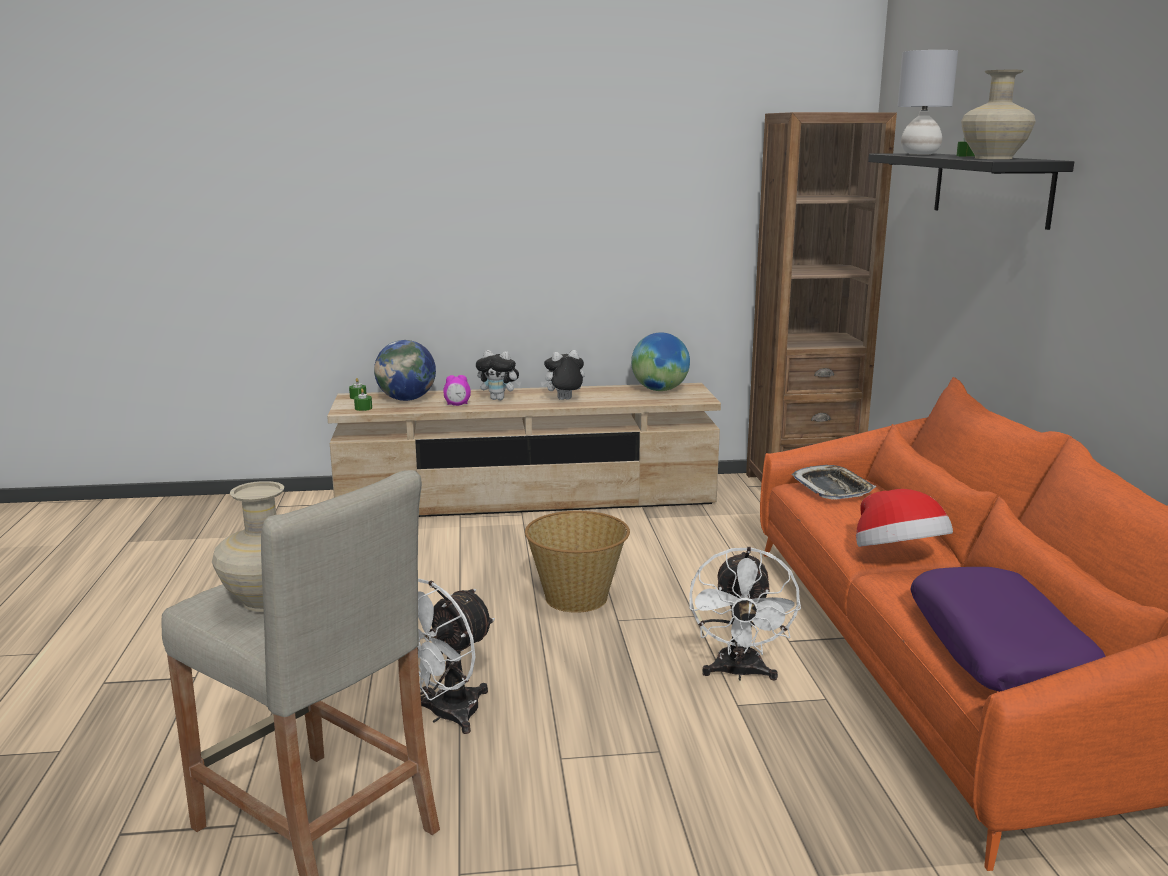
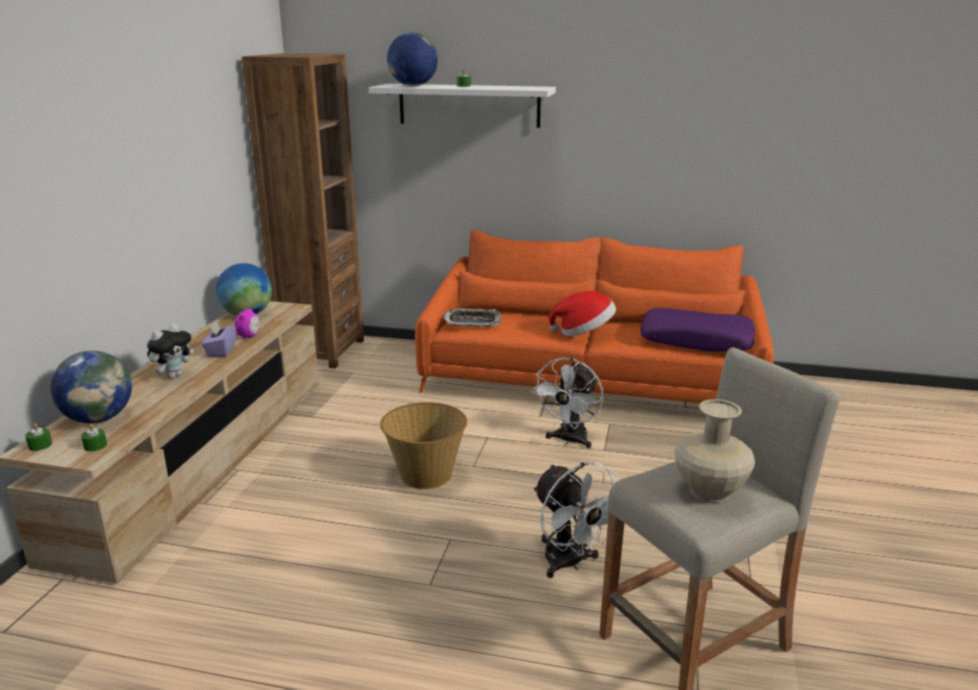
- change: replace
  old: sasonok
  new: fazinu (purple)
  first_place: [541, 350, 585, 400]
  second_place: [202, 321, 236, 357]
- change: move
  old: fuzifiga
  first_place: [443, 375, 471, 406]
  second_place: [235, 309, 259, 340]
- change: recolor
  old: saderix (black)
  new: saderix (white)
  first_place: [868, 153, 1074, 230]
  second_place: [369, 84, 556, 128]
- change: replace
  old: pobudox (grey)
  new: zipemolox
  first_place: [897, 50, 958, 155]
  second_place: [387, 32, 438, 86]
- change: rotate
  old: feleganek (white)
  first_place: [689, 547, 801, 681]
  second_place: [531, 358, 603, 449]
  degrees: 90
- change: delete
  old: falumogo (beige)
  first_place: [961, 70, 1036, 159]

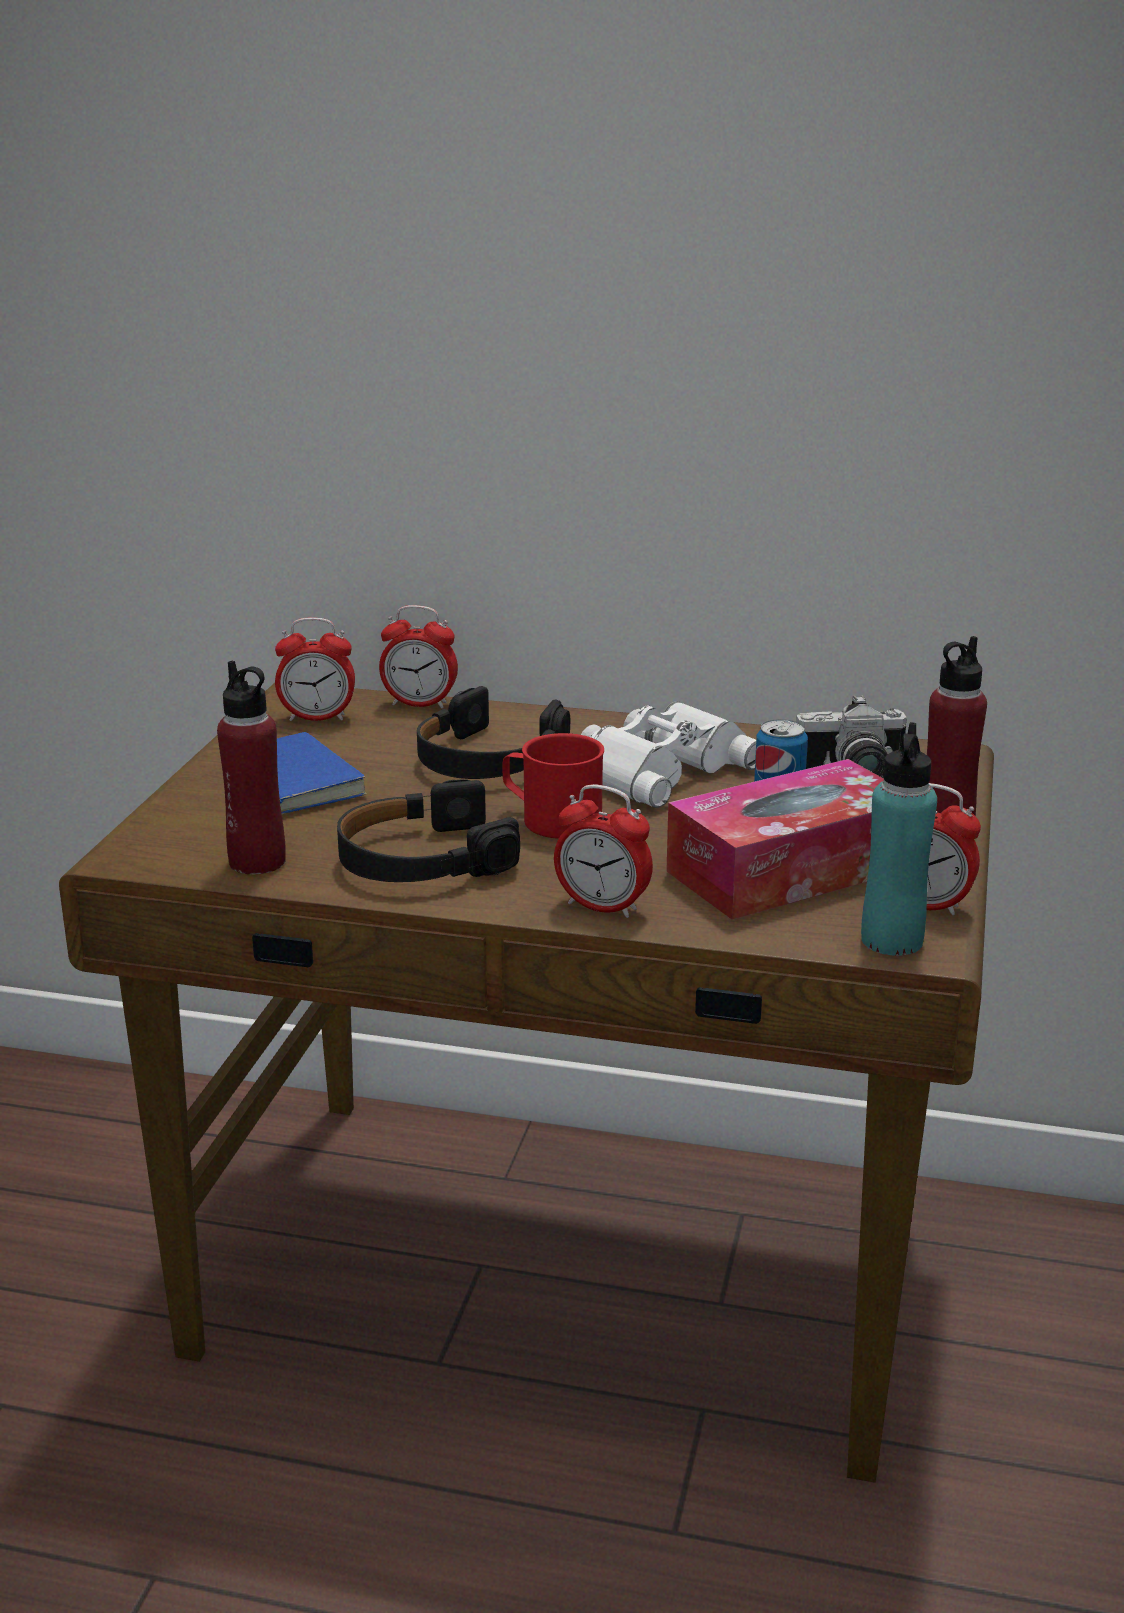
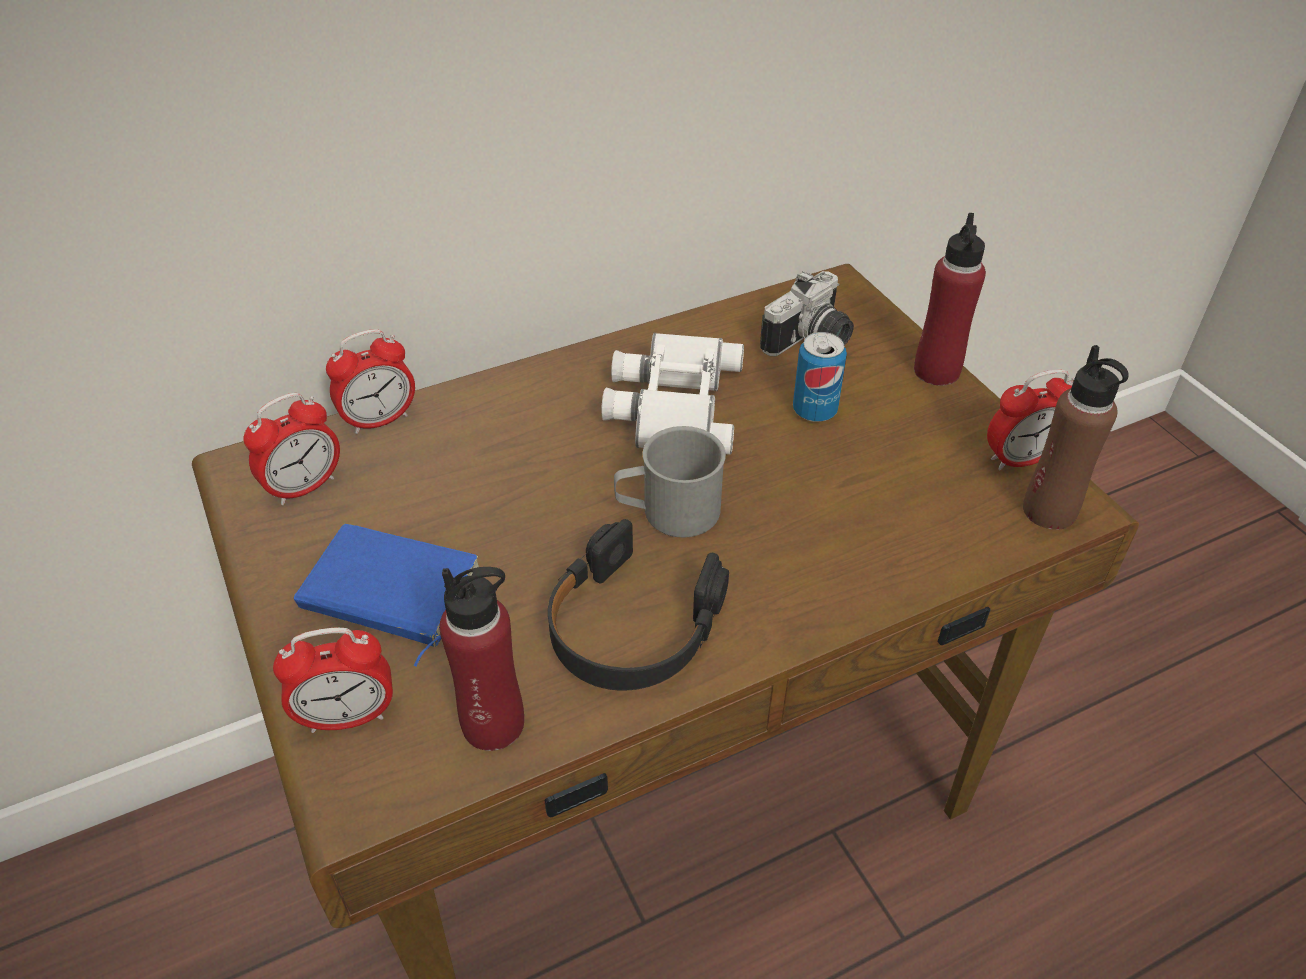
- change: move
  old: fuzifiga
  first_place: [554, 784, 653, 918]
  second_place: [273, 628, 393, 733]
- change: recolor
  old: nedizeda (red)
  new: nedizeda (grey)
  first_place: [503, 733, 604, 839]
  second_place: [614, 426, 726, 538]
- change: recolor
  old: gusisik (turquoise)
  new: gusisik (brown)
  first_place: [861, 722, 937, 956]
  second_place: [1023, 345, 1129, 530]
- change: delete
  old: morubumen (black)
  first_place: [417, 686, 570, 779]
- change: delete
  old: fazinu
  first_place: [666, 759, 884, 920]

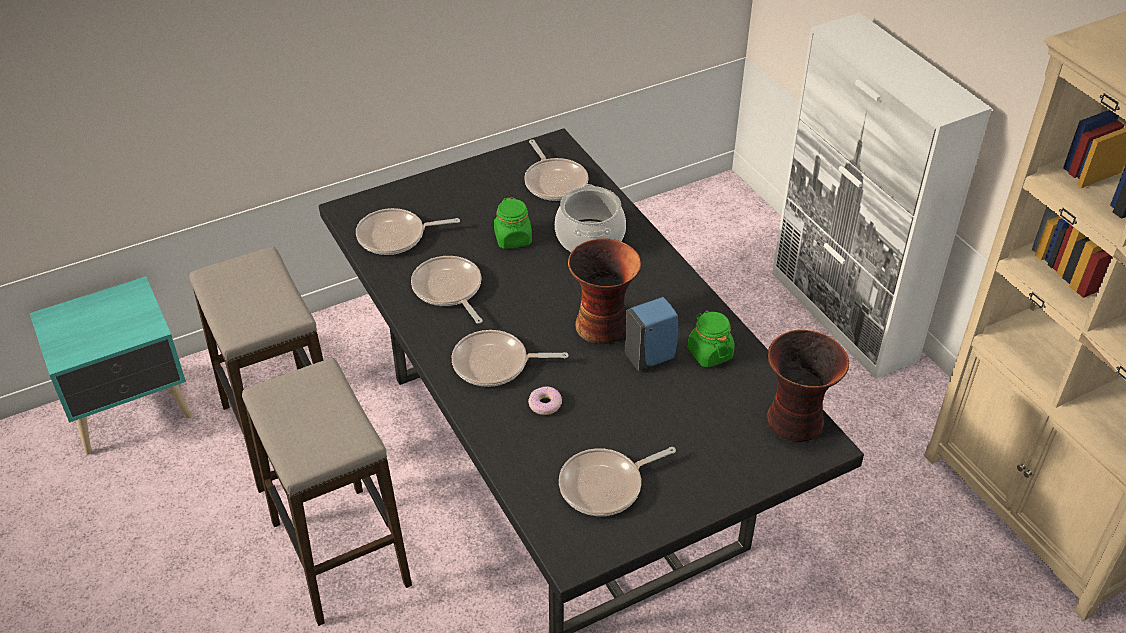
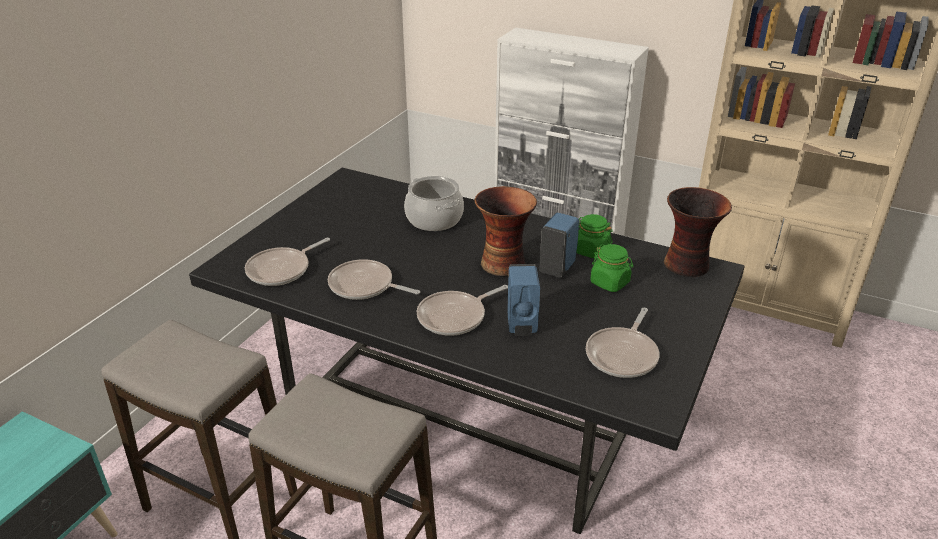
- change: replace
  old: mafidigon
  new: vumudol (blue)
  first_place: [528, 386, 562, 415]
  second_place: [507, 264, 540, 336]
- change: move
  old: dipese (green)
  first_place: [494, 197, 532, 249]
  second_place: [590, 244, 633, 292]
- change: delete
  old: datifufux
  first_place: [524, 139, 589, 201]

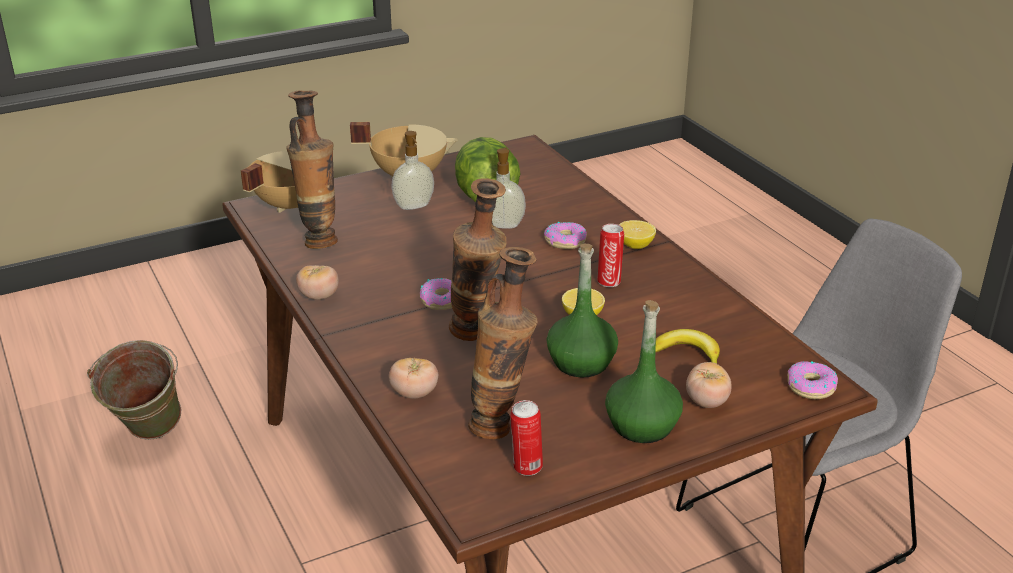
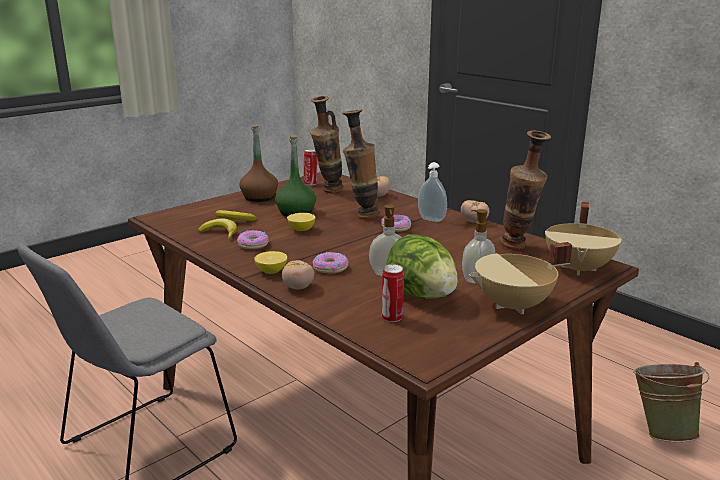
- change: insert
  new: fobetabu
  second_place: [198, 219, 237, 240]
- change: move
  old: mafidigon
  first_place: [788, 361, 838, 399]
  second_place: [237, 230, 269, 249]
- change: recolor
  old: gusisik (green)
  new: gusisik (brown)
  first_place: [605, 300, 683, 443]
  second_place: [239, 124, 278, 202]
- change: move
  old: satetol
  first_place: [686, 362, 732, 408]
  second_place: [282, 260, 314, 290]
- change: move
  old: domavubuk
  first_place: [597, 224, 624, 287]
  second_place: [382, 264, 404, 322]
- change: insert
  new: vumudol
  second_place: [418, 162, 447, 222]

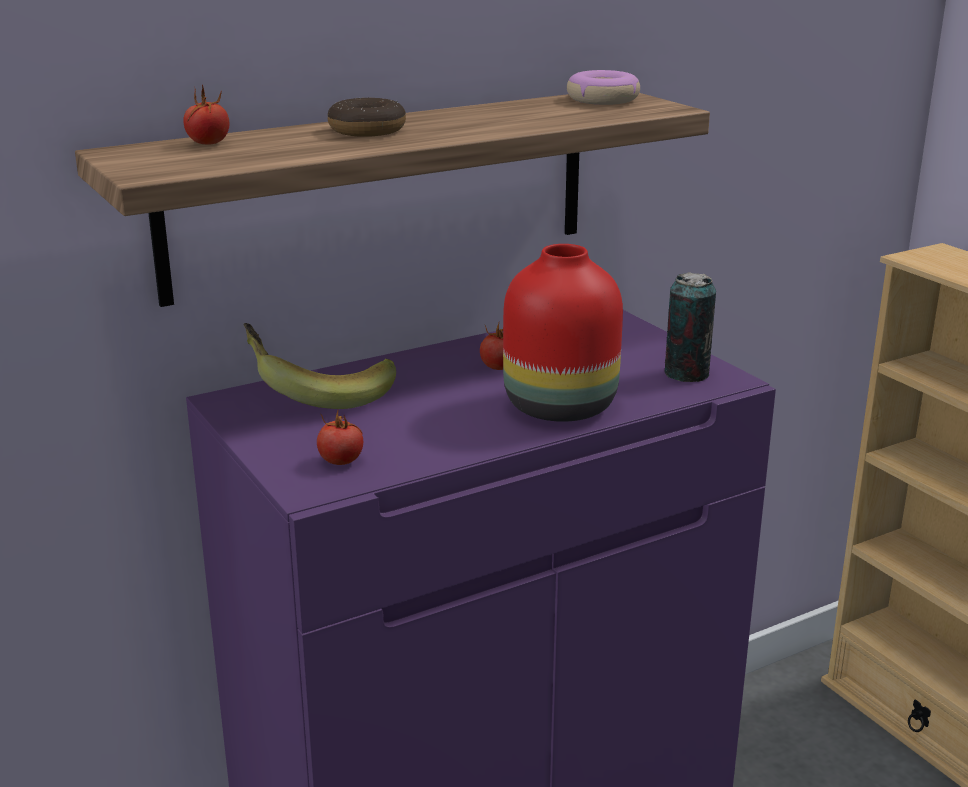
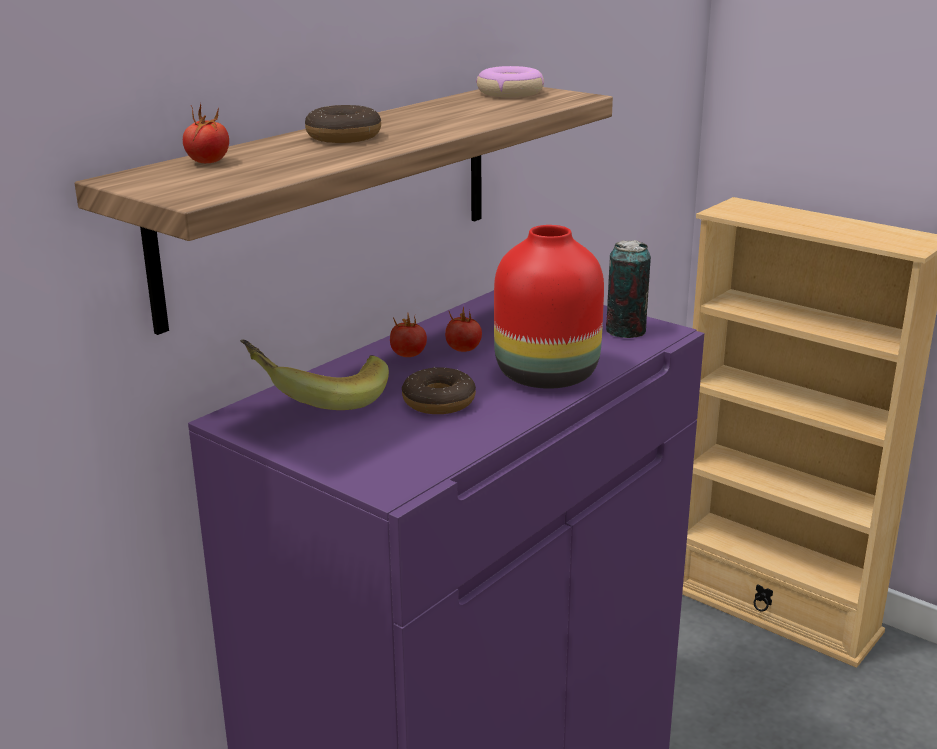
- change: move
  old: satetol
  first_place: [317, 410, 363, 465]
  second_place: [390, 314, 427, 357]
- change: insert
  new: mafidigon
  second_place: [402, 367, 476, 414]

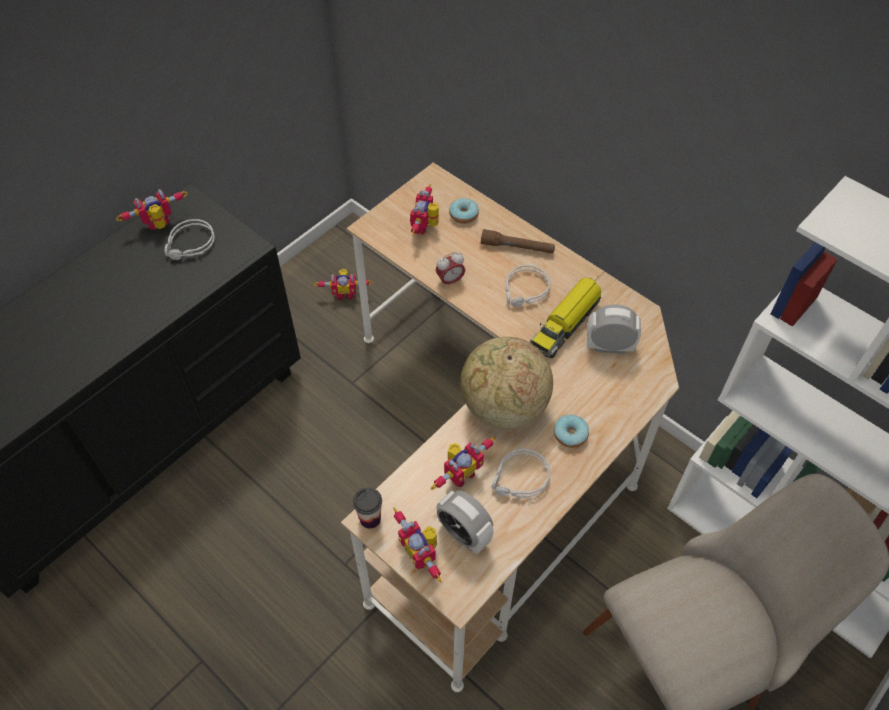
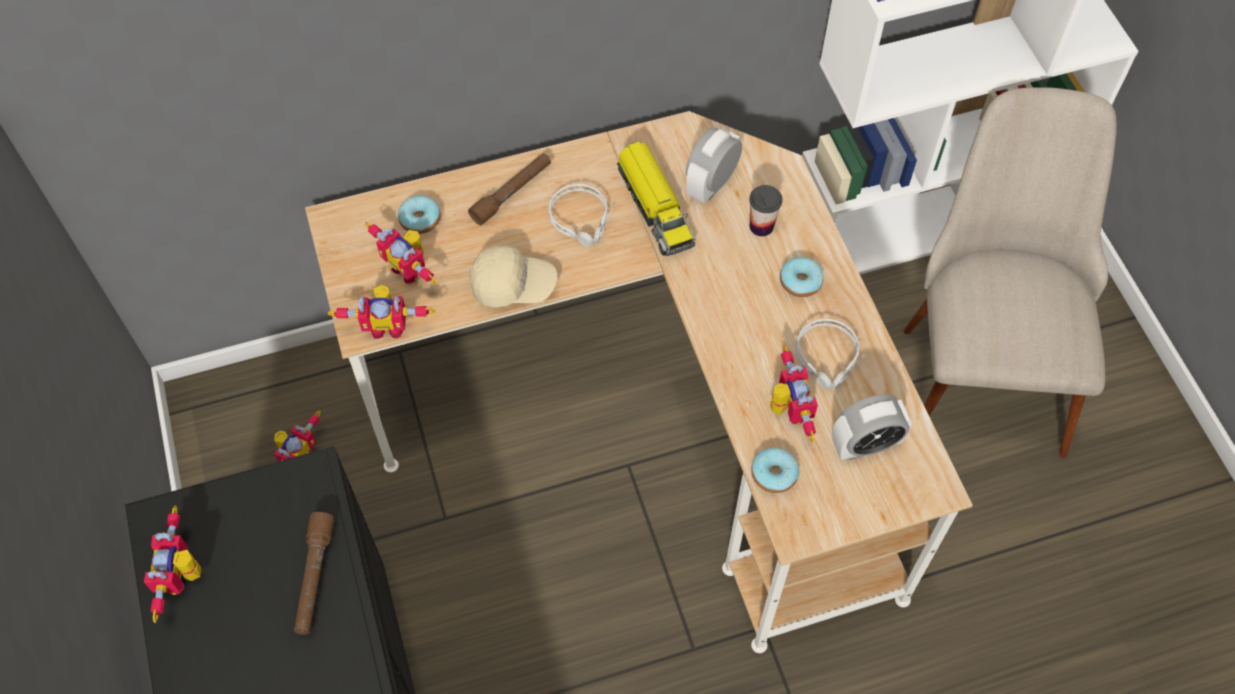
- change: insert
  new: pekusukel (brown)
  second_place: [294, 512, 335, 635]
- change: move
  old: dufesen
  first_place: [393, 507, 441, 583]
  second_place: [328, 285, 436, 339]
- change: replace
  old: fuzifiga
  new: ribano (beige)
  first_place: [436, 252, 465, 288]
  second_place: [469, 246, 557, 308]
- change: move
  old: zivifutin
  first_place: [353, 487, 382, 529]
  second_place: [749, 185, 783, 236]
- change: insert
  new: mafidigon
  second_place: [751, 447, 799, 493]
- change: delete
  old: morubumen (grey)
  first_place: [165, 219, 215, 260]
- change: delete
  old: zipemolox
  first_place: [460, 337, 553, 429]

